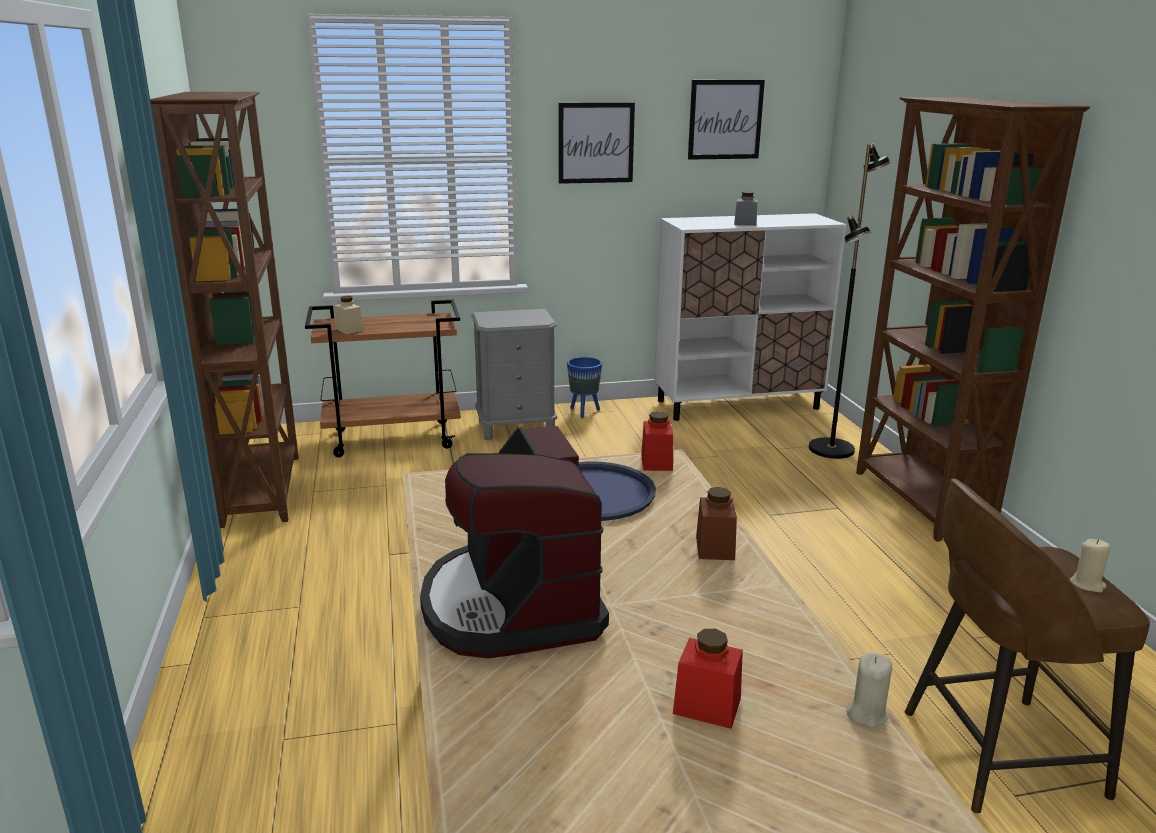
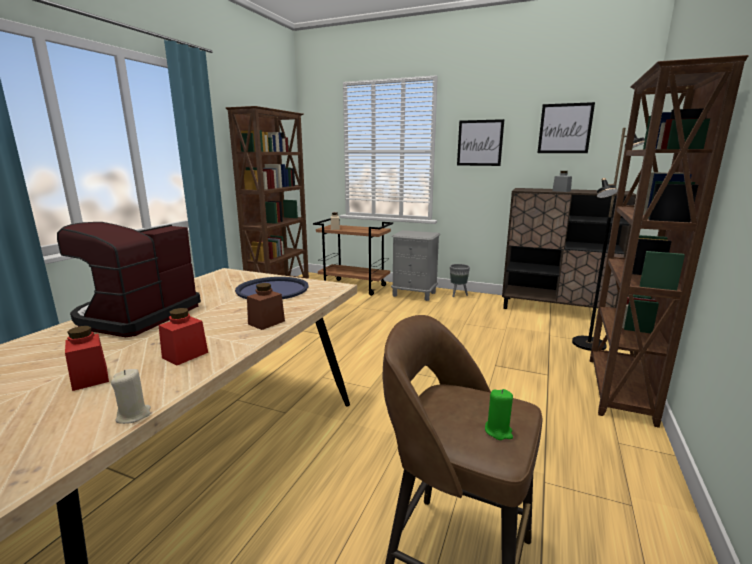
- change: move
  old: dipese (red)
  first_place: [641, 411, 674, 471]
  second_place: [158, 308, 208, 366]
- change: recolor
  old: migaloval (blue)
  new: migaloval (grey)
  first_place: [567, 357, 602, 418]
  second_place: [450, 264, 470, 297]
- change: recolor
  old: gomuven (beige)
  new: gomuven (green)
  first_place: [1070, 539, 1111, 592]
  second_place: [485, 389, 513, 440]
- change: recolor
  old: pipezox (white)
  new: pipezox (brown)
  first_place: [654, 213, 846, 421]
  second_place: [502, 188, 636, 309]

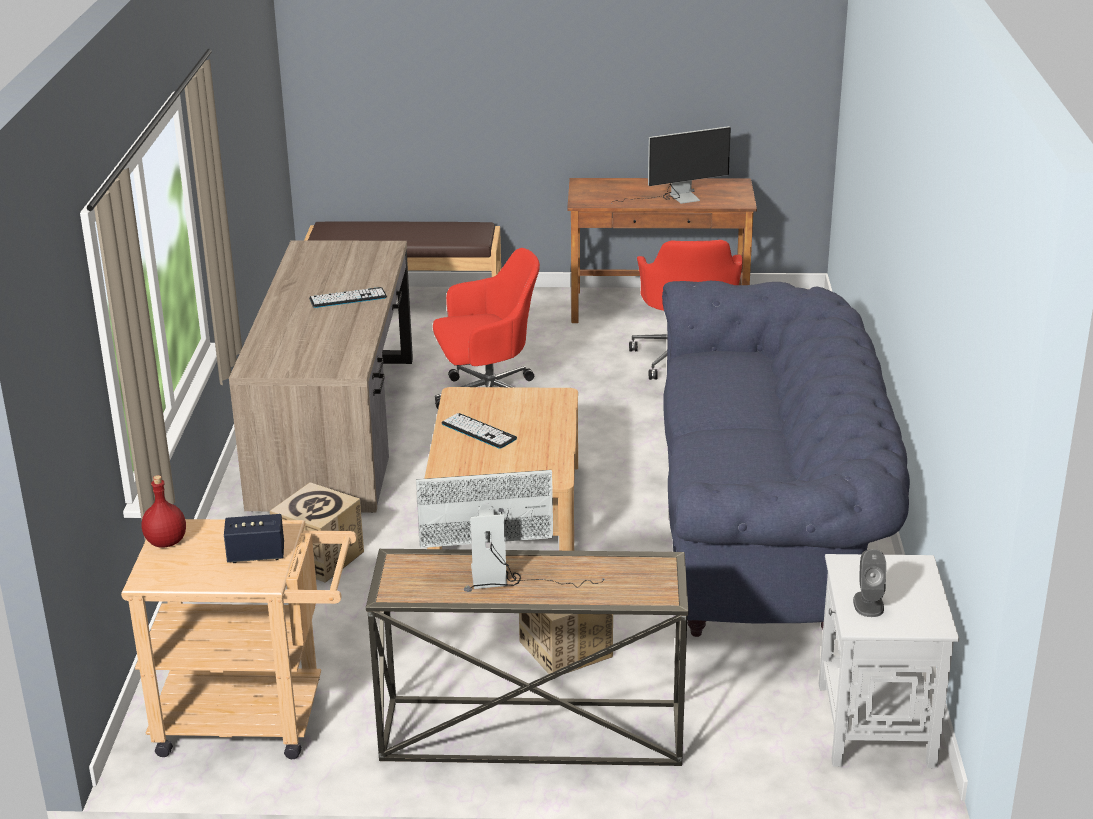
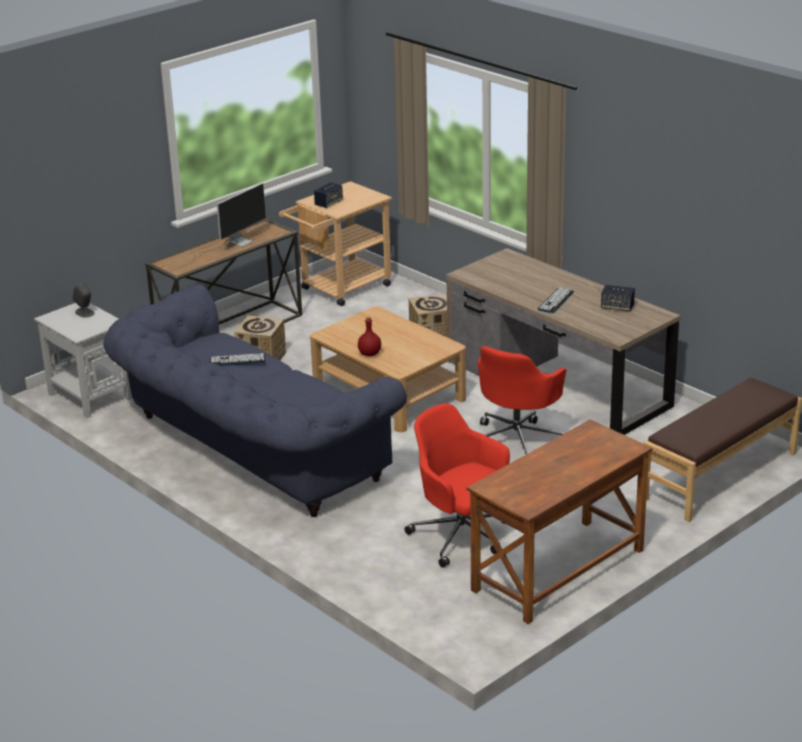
- change: move
  old: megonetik
  first_place: [442, 413, 517, 449]
  second_place: [210, 353, 266, 366]
- change: move
  old: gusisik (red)
  first_place: [141, 475, 186, 548]
  second_place: [358, 317, 381, 356]
- change: insert
  new: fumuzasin
  second_place: [601, 285, 635, 312]
- change: delete
  old: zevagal
  first_place: [611, 126, 731, 204]

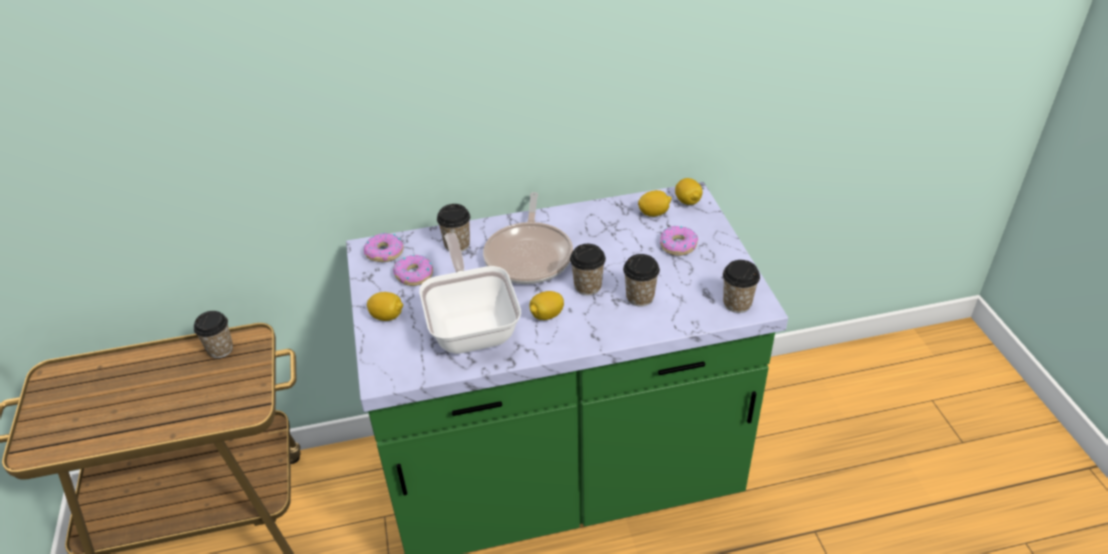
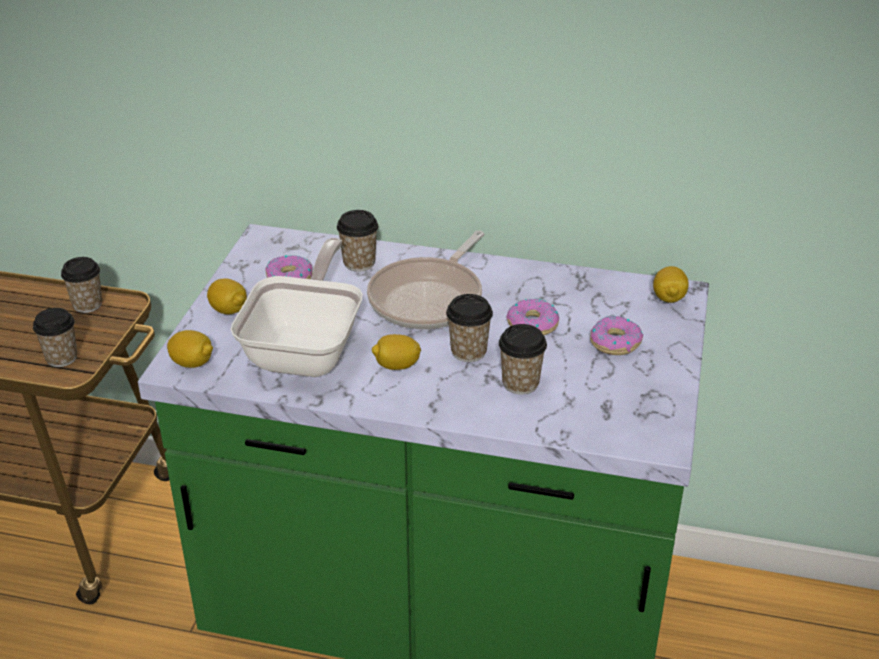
- change: move
  old: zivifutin
  first_place: [723, 260, 760, 313]
  second_place: [33, 308, 77, 367]
- change: move
  old: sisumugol
  first_place: [638, 190, 672, 217]
  second_place: [167, 330, 213, 368]
- change: move
  old: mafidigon
  first_place: [364, 233, 404, 262]
  second_place: [506, 299, 559, 335]

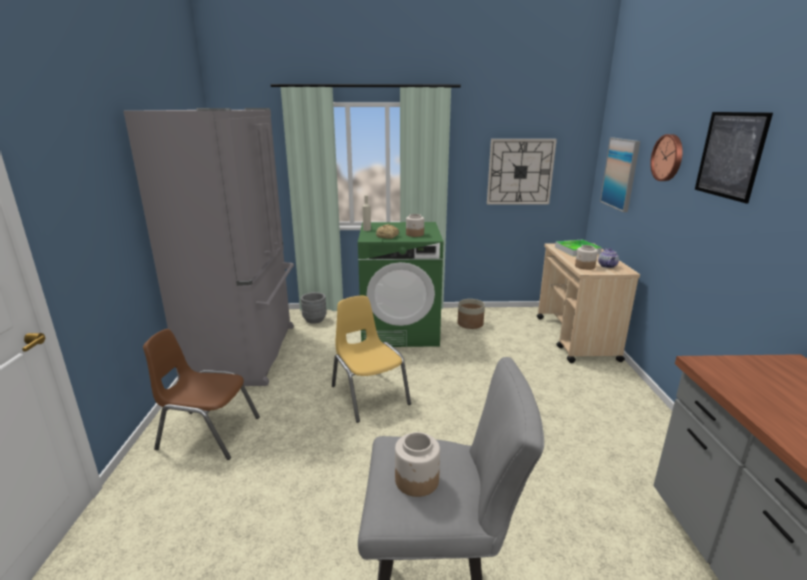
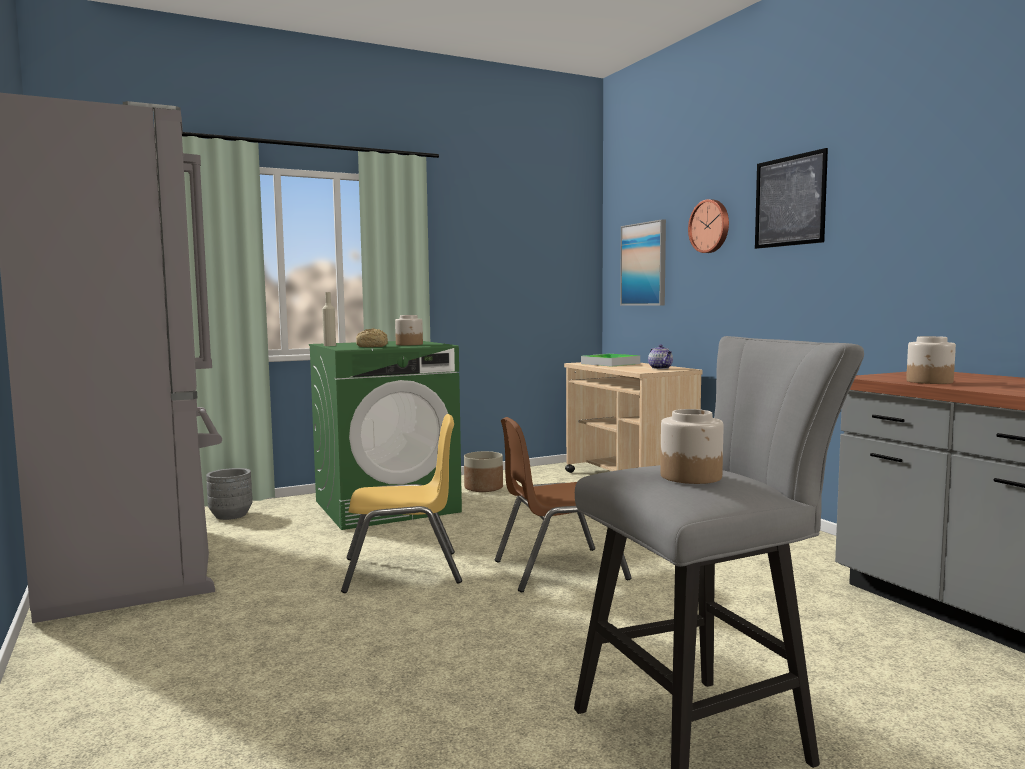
- change: rotate
  old: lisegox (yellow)
  first_place: [332, 296, 411, 423]
  second_place: [341, 414, 462, 593]
  degrees: 135
- change: move
  old: lisegox (brown)
  first_place: [143, 329, 260, 460]
  second_place: [495, 417, 632, 592]
- change: move
  old: dipese
  first_place: [575, 245, 598, 270]
  second_place: [906, 336, 956, 384]
- change: delete
  old: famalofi
  first_place: [487, 139, 557, 205]

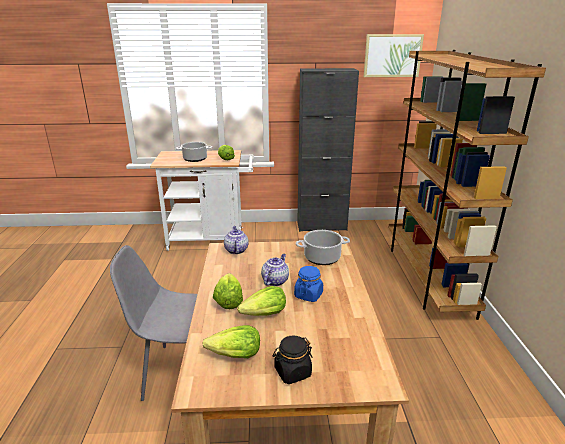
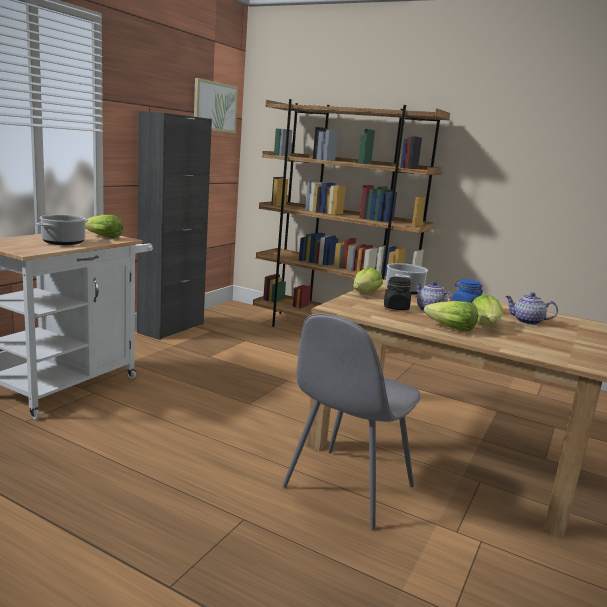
- change: move
  old: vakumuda
  first_place: [202, 325, 260, 358]
  second_place: [353, 267, 383, 292]
- change: move
  old: dipese (black)
  first_place: [273, 335, 313, 384]
  second_place: [384, 277, 411, 310]
- change: move
  old: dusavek
  first_place: [224, 226, 249, 254]
  second_place: [505, 293, 558, 325]

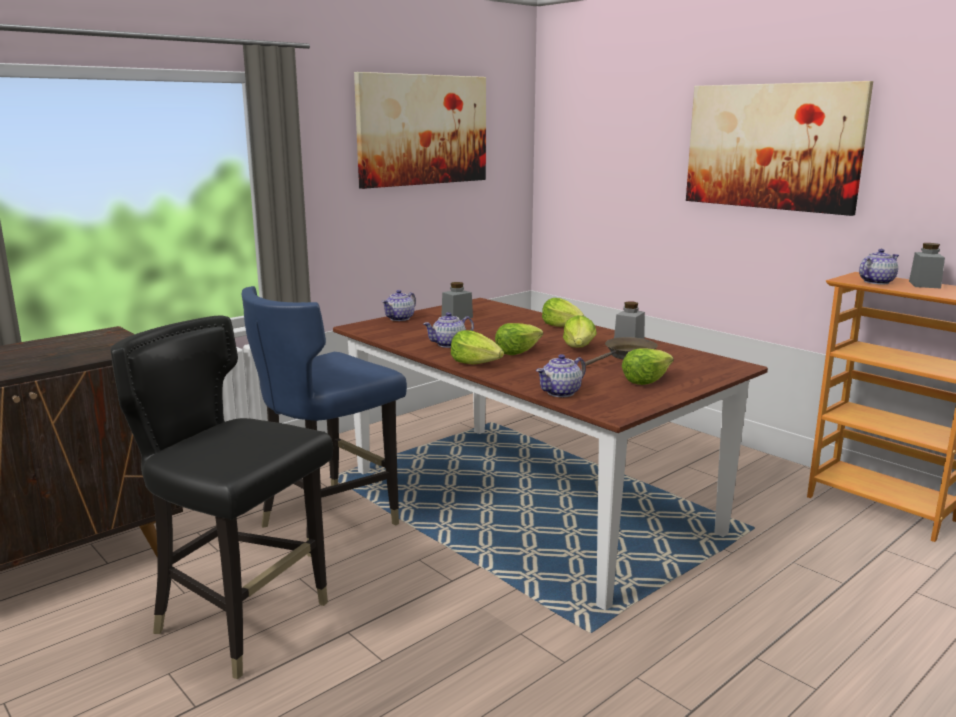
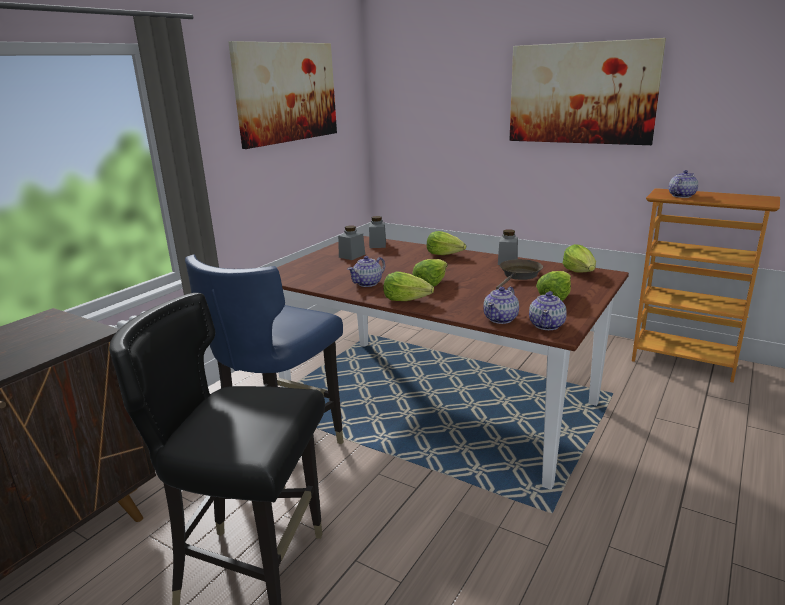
- change: move
  old: dipese (grey)
  first_place: [909, 243, 945, 289]
  second_place: [369, 216, 386, 248]
- change: move
  old: dusavek
  first_place: [382, 290, 416, 321]
  second_place: [529, 291, 567, 330]
- change: move
  old: vakumuda
  first_place: [563, 315, 597, 347]
  second_place: [563, 244, 596, 272]

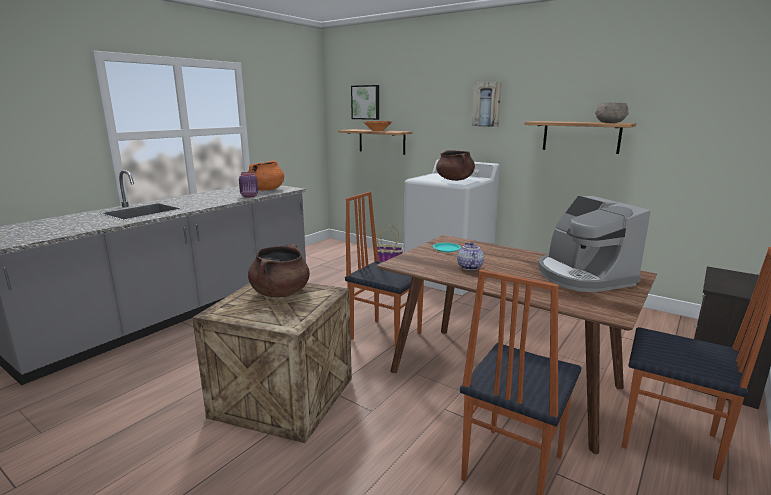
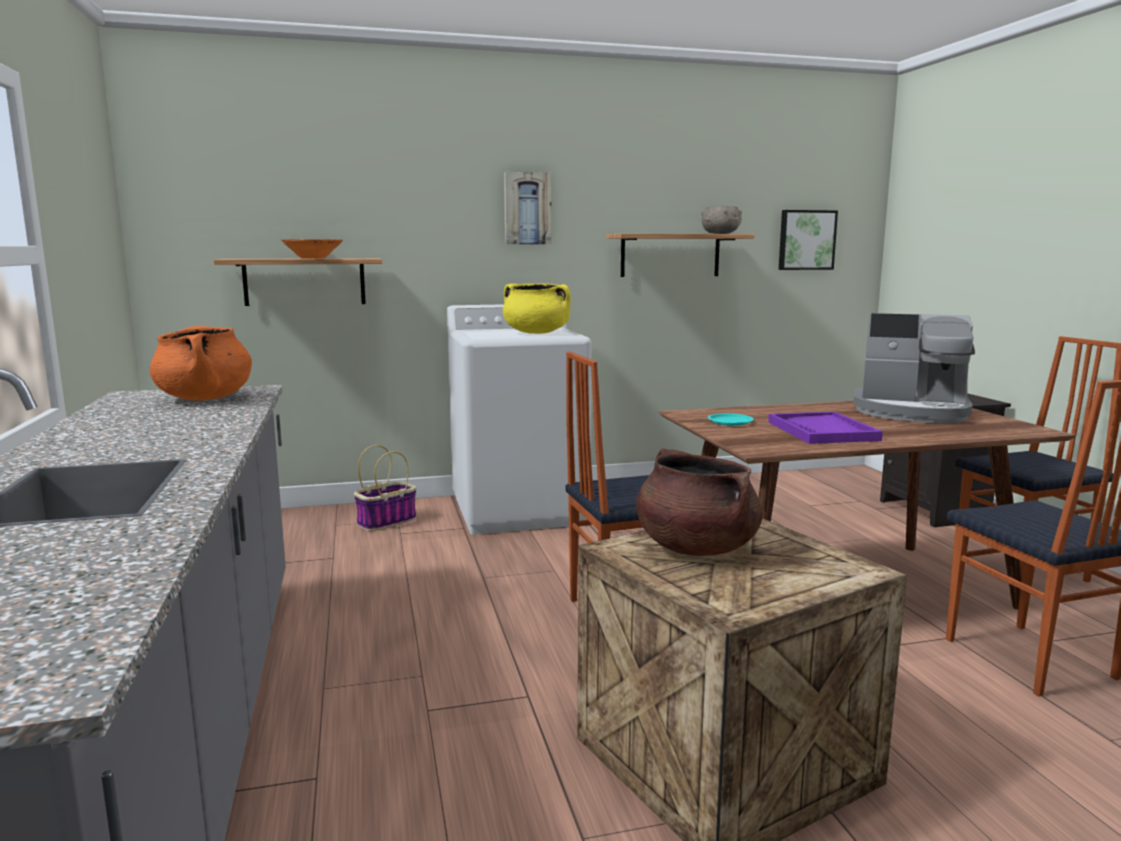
- change: recolor
  old: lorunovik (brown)
  new: lorunovik (yellow)
  first_place: [436, 150, 475, 181]
  second_place: [503, 283, 571, 334]
- change: replace
  old: dusavek
  new: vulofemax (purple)
  first_place: [457, 242, 484, 270]
  second_place: [768, 412, 883, 444]
- change: move
  old: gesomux
  first_place: [351, 85, 379, 120]
  second_place: [779, 210, 838, 270]
- change: delete
  old: dipese (purple)
  first_place: [239, 172, 258, 198]

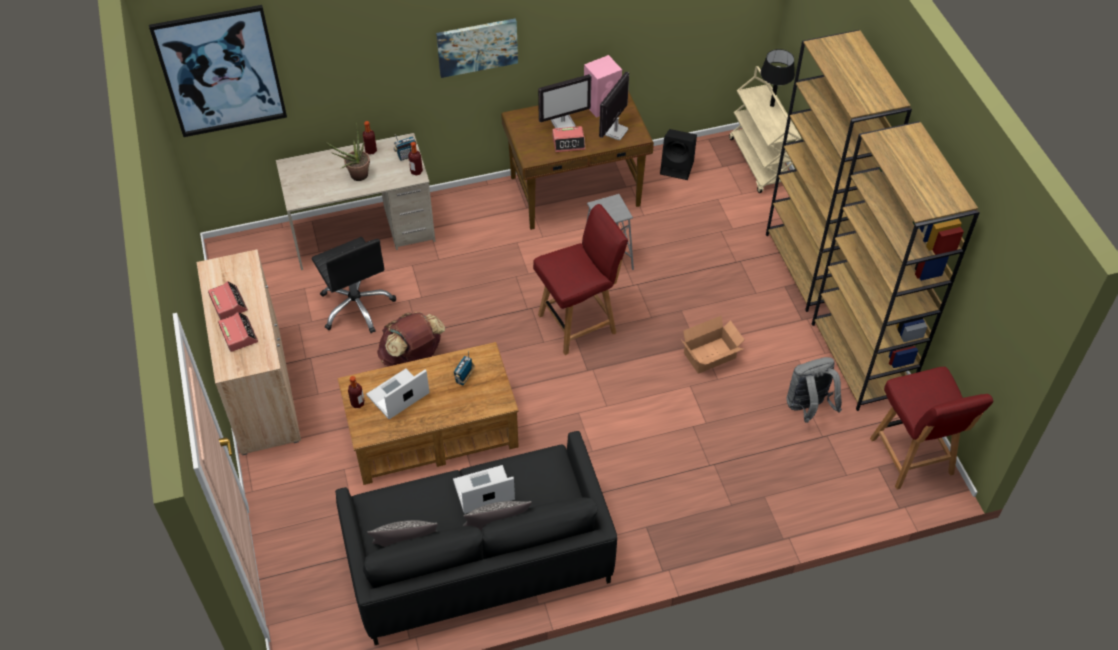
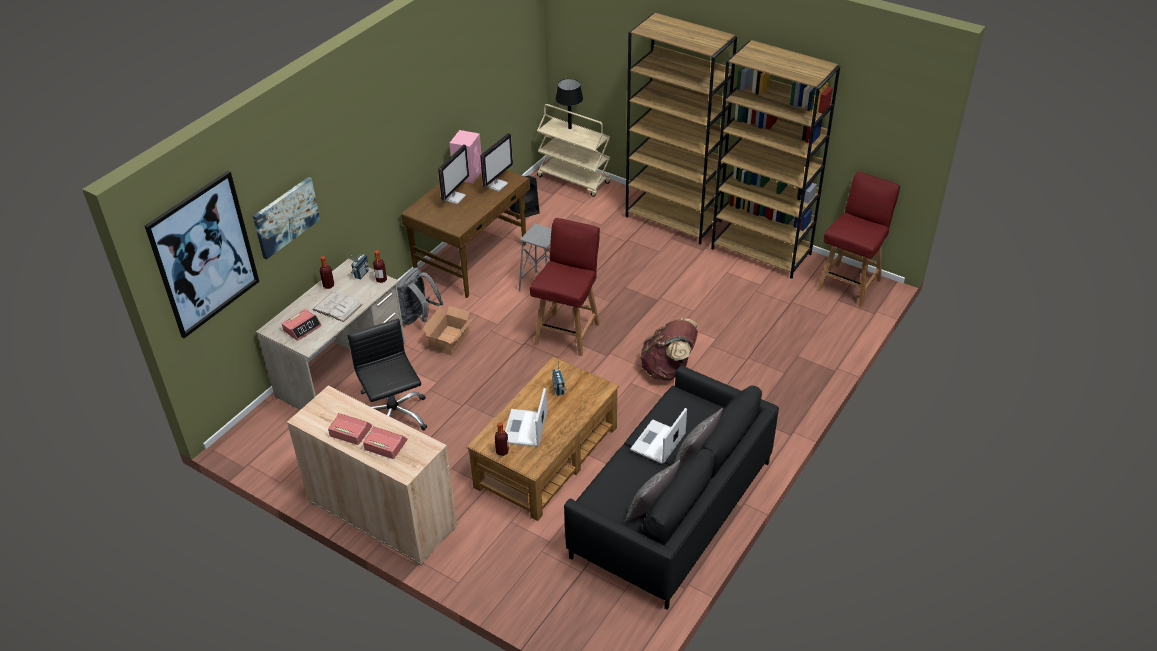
- change: move
  old: gesomux
  first_place: [436, 18, 518, 78]
  second_place: [253, 177, 320, 259]
- change: move
  old: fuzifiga
  first_place: [552, 126, 585, 152]
  second_place: [282, 309, 322, 341]
- change: replace
  old: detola
  new: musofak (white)
  first_place: [325, 122, 370, 181]
  second_place: [313, 292, 363, 322]
- change: rotate
  old: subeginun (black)
  first_place: [311, 237, 396, 333]
  second_place: [347, 319, 428, 430]
  degrees: -135
- change: move
  old: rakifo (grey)
  first_place: [786, 357, 842, 423]
  second_place: [397, 267, 443, 325]
- change: move
  old: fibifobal
  first_place: [682, 316, 745, 374]
  second_place: [423, 306, 474, 355]
- change: rotate
  old: zevagal
  first_place: [599, 72, 629, 140]
  second_place: [480, 133, 513, 192]
  degrees: -135
- change: move
  old: rakifo (brown)
  first_place: [377, 312, 445, 367]
  second_place: [640, 318, 698, 381]
- change: rotate
  old: lisegox (red)
  first_place: [870, 367, 993, 489]
  second_place: [817, 172, 900, 307]
  degrees: -90

